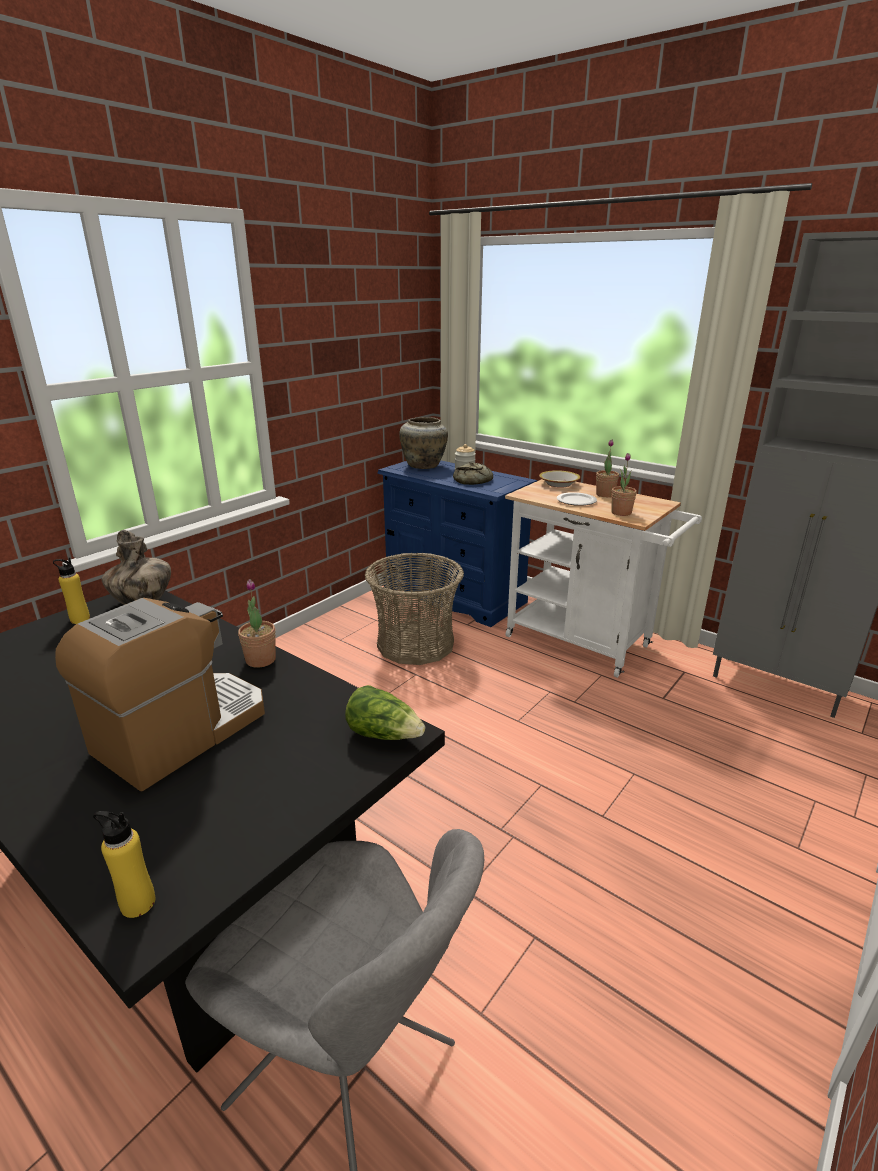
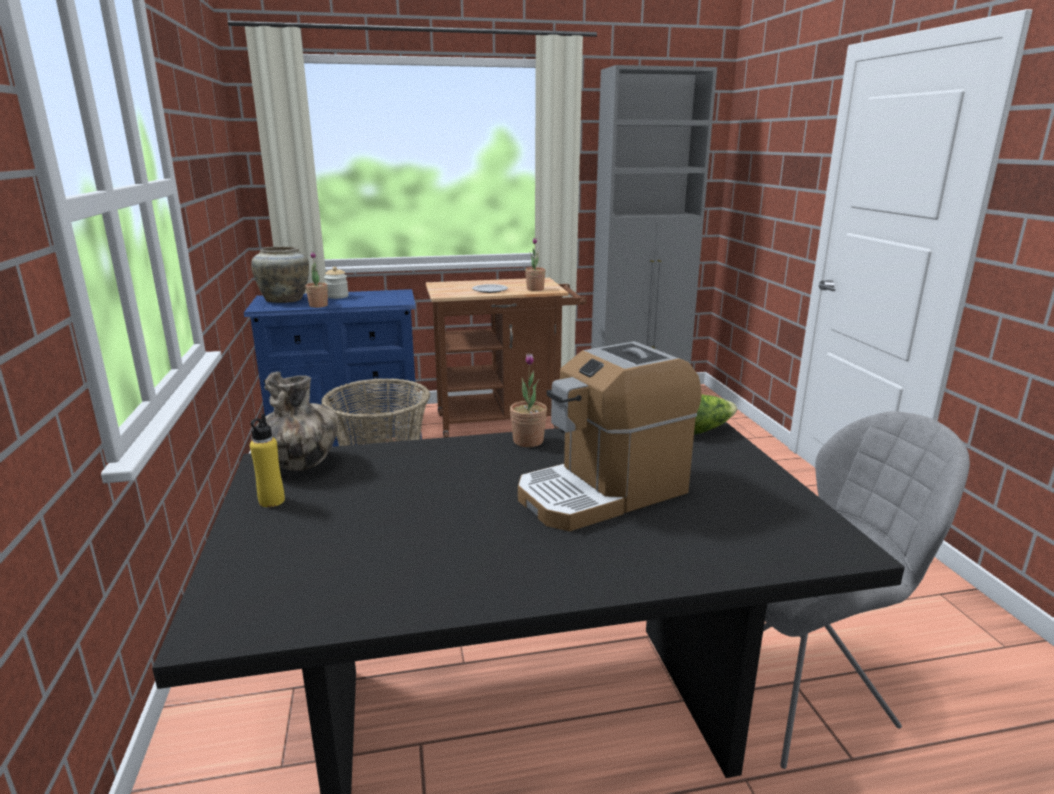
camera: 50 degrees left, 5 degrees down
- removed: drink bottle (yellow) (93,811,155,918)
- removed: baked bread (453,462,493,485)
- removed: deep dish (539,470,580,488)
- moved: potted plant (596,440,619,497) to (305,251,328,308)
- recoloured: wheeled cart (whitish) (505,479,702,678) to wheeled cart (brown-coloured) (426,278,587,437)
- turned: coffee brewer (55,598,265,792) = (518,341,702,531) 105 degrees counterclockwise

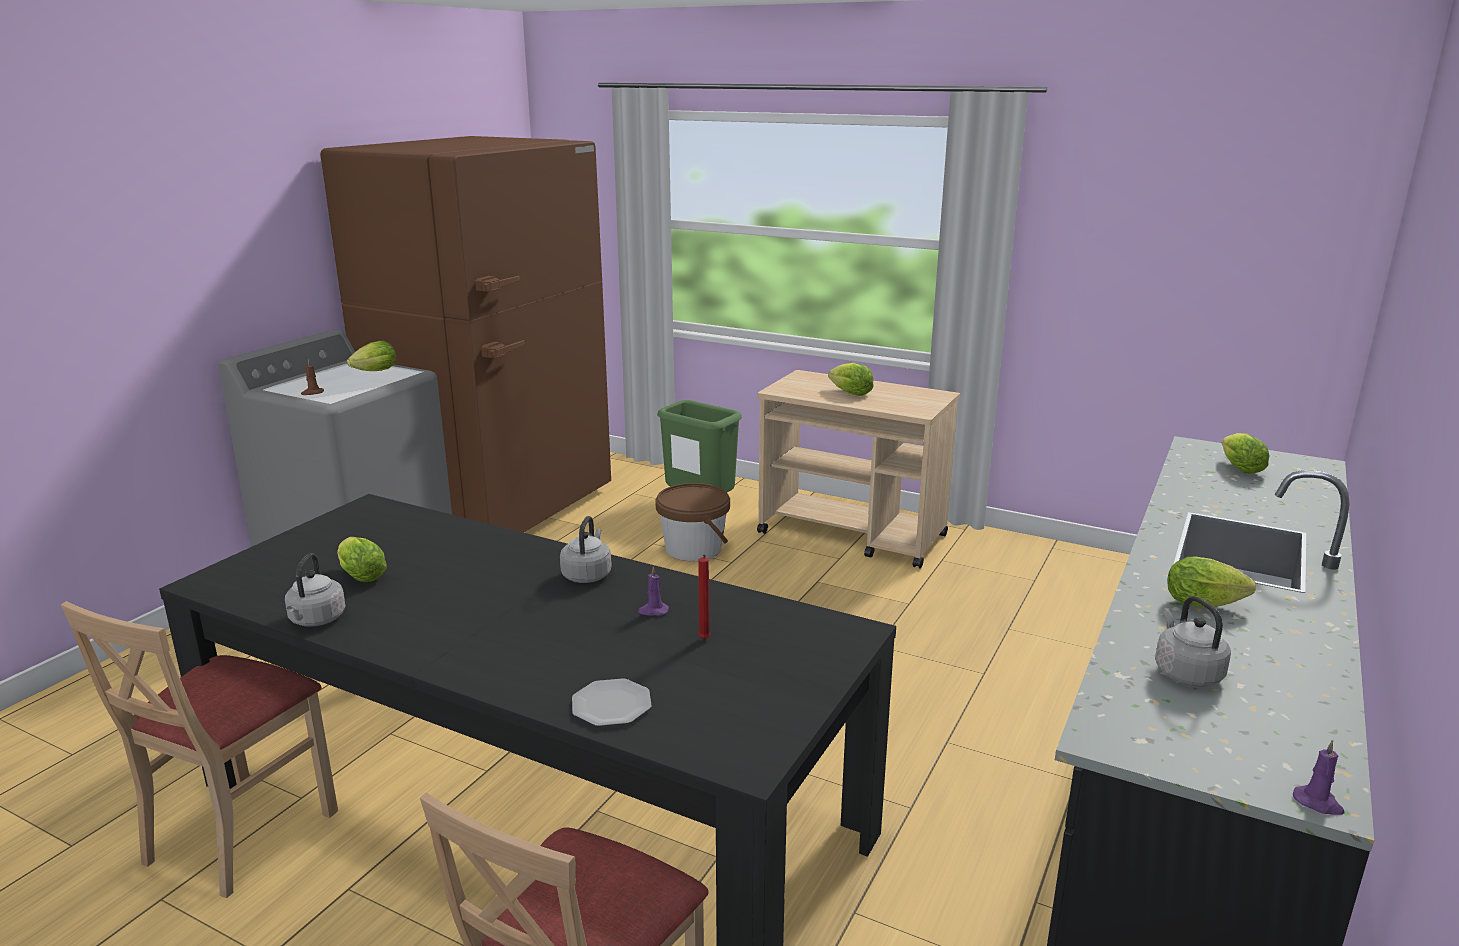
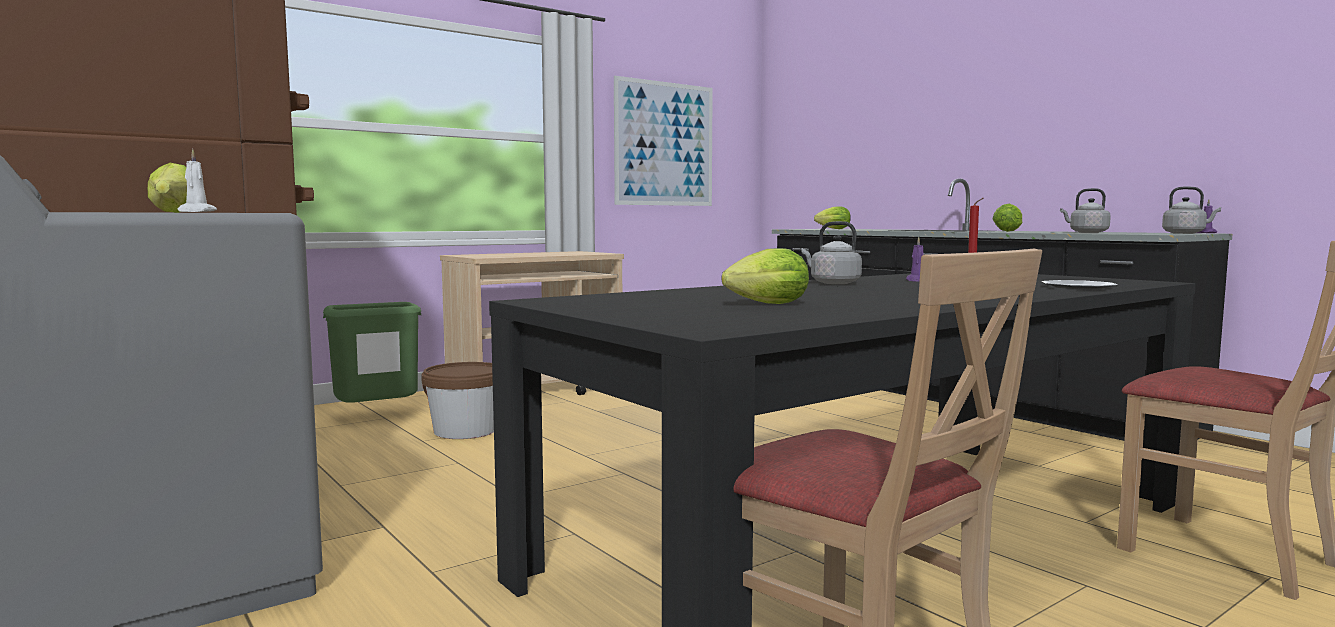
camera: 65 degrees left, 15 degrees down
- removed: lettuce (828,363,873,396)
- added: wall art (614,76,713,206)
- moved: water kettle (gray) (285,553,346,627) to (1162,187,1221,234)
- recoloured: wax candle (brown-coloured) (301,359,324,395) to wax candle (whitish) (177,149,217,212)

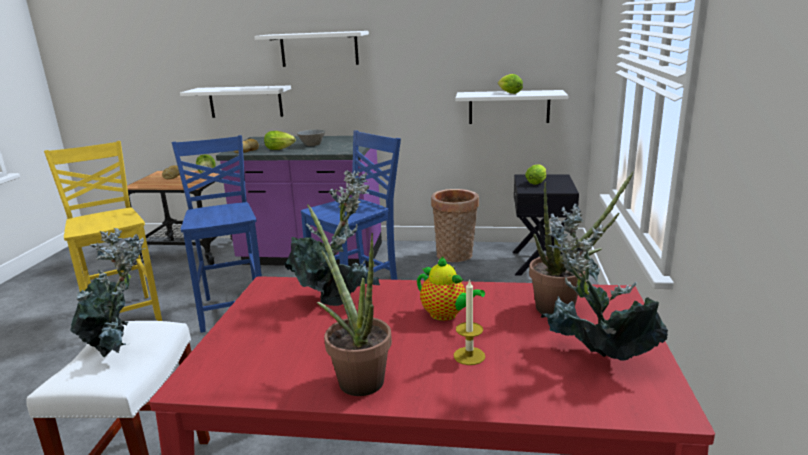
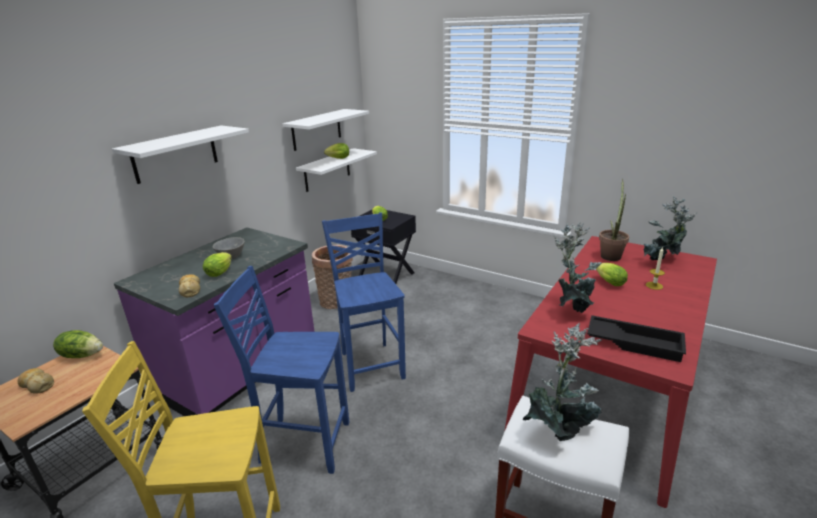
camera: 65 degrees left, 5 degrees up
- removed: potted plant (307,204,392,396)
- added: serving tray (black) (587,315,686,362)
- moved: wall shelf (whitish) (180,86,291,118) to (282,109,369,151)
- replaced: pot for tea (417,256,485,321) to lettuce (596,263,628,286)

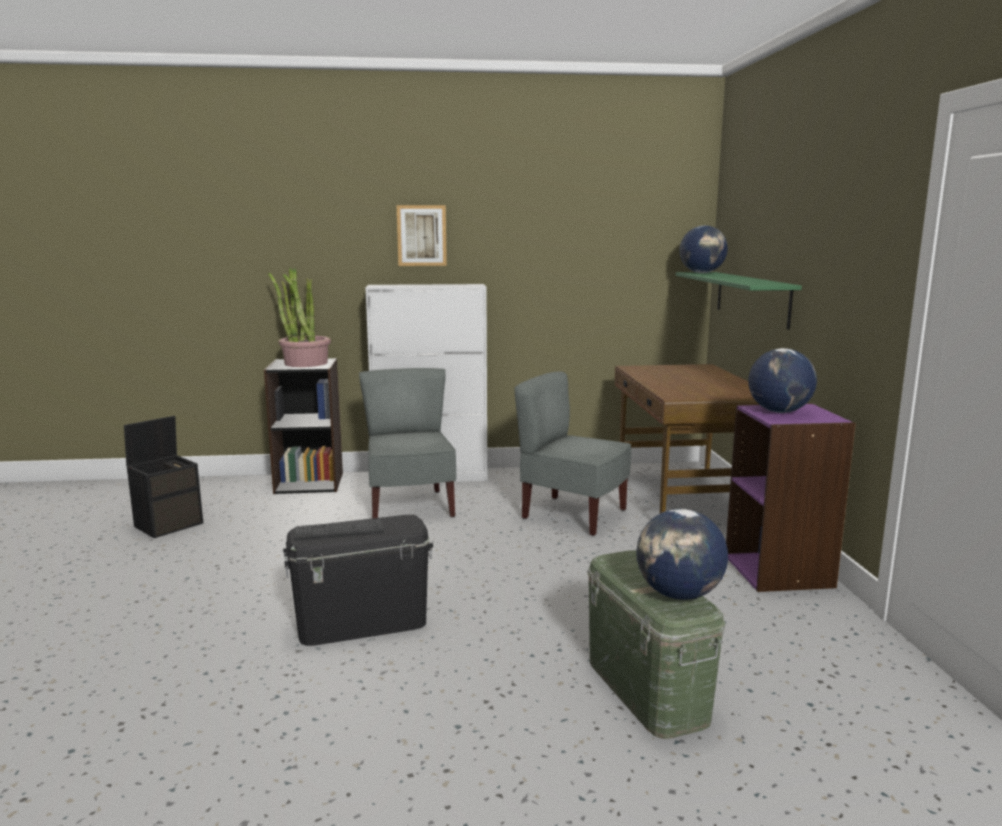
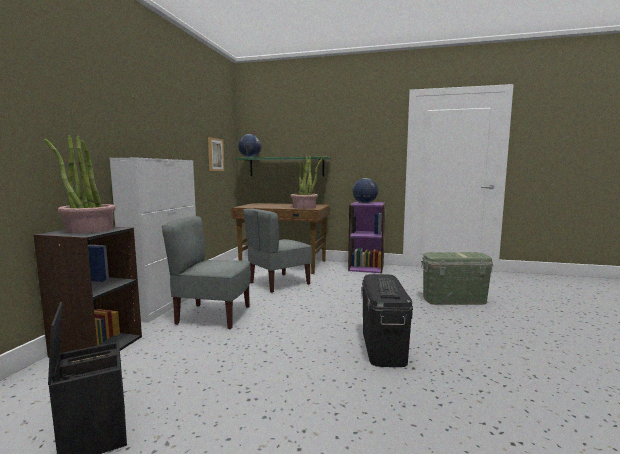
camera: 70 degrees left, 5 degrees down
- removed: globe (636,509,728,600)
- added: potted plant (290,156,322,209)
- moved: wall art (397,205,447,266) to (208,137,224,171)

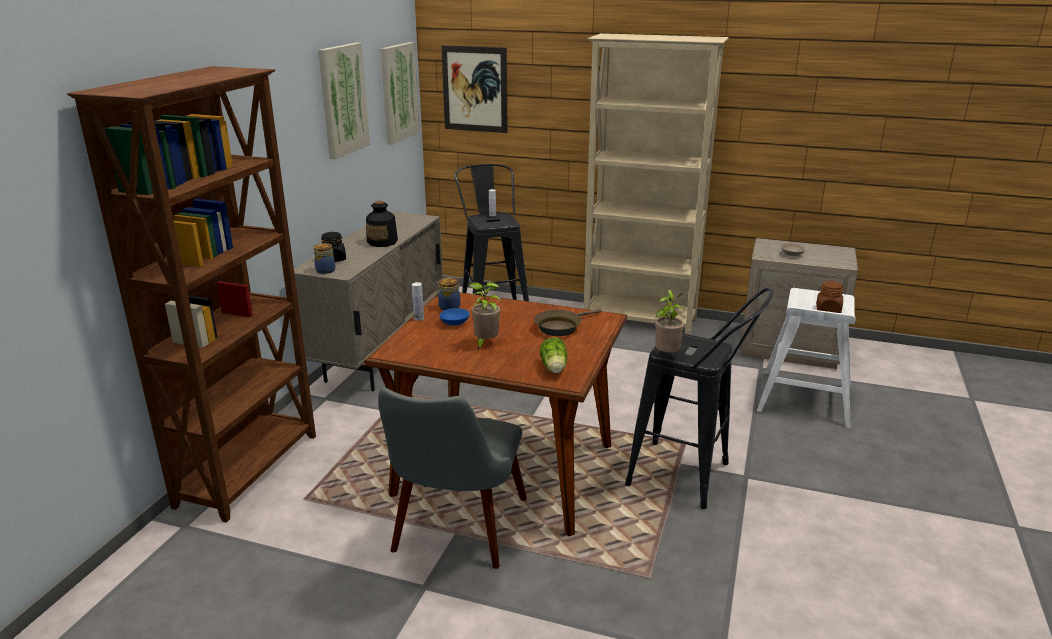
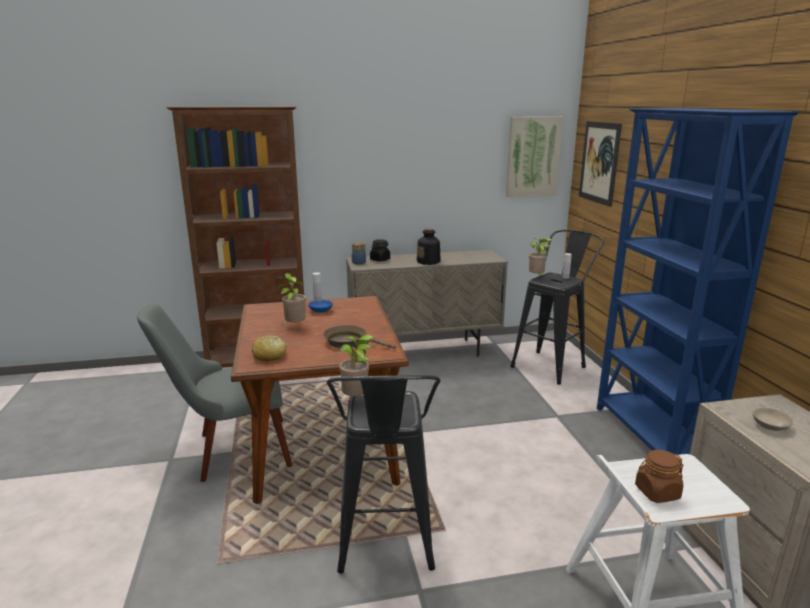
camera: 60 degrees right, 5 degrees down
- removed: wall art (318,43,370,159)
- removed: storage jar (436,277,460,310)
- added: potted plant (529,238,552,275)
- replaced: lettuce (540,337,567,374) to baked bread (252,335,287,361)
- recoloured: shelving unit (beige-coloured) (584,33,729,335) to shelving unit (bluish) (597,108,799,455)

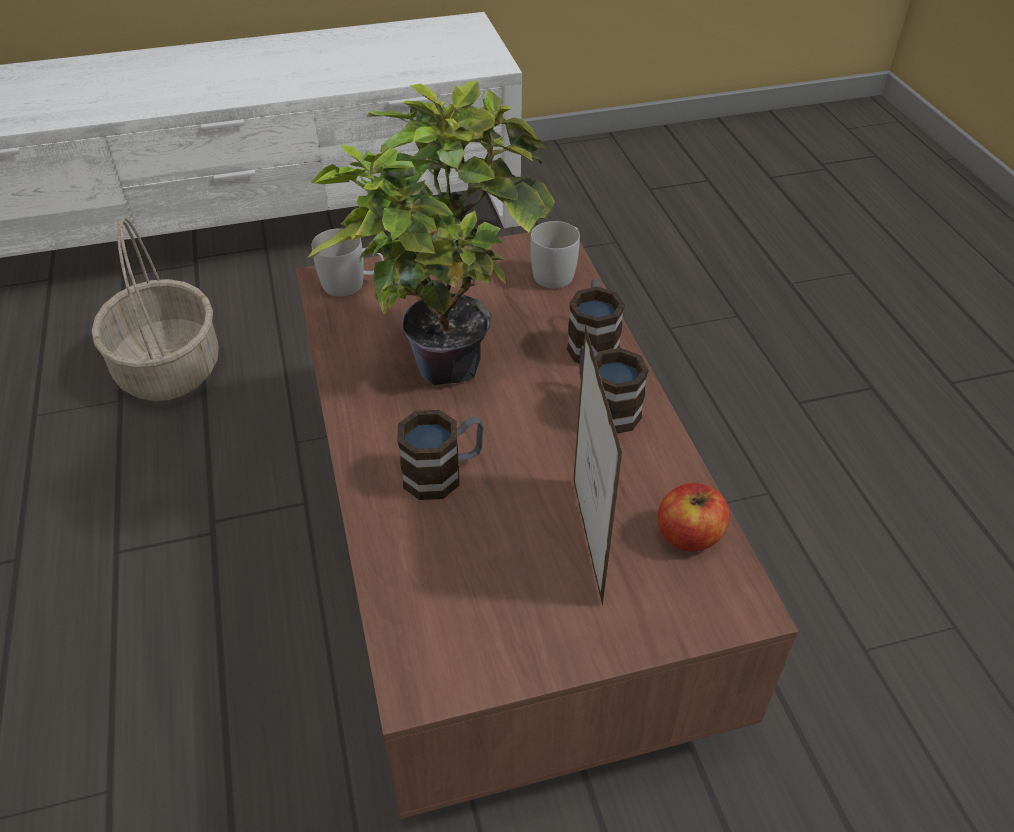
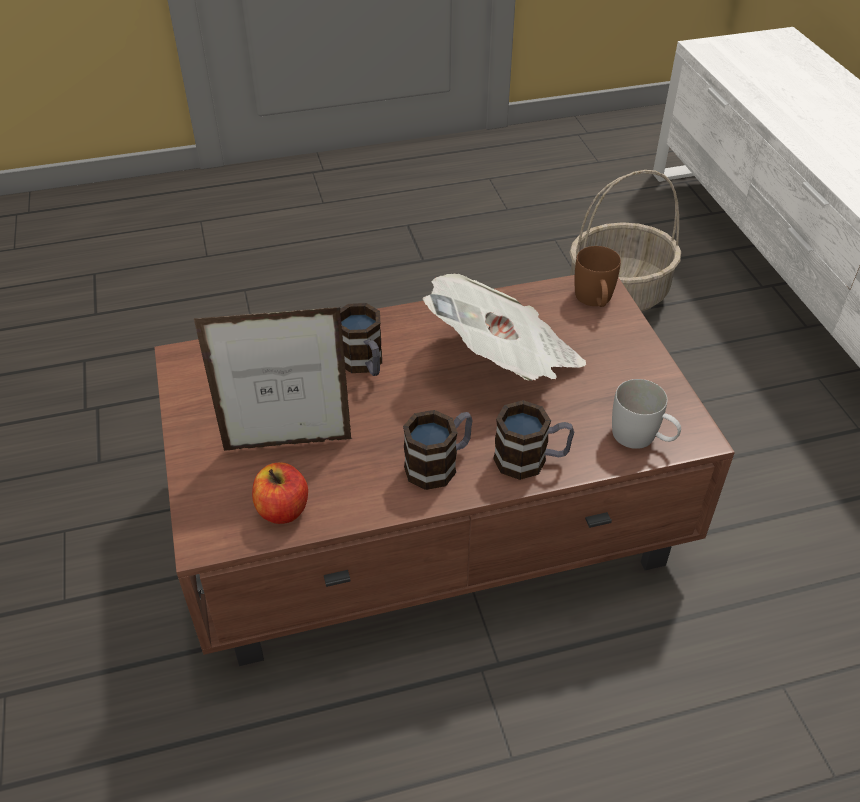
camera: 90 degrees right, 0 degrees up
- replaced: potted plant (308,80,555,385) to daily paper (422,274,586,381)
- recoloured: coffee mug (whitish) (312,229,384,297) to coffee mug (brown-coloured) (574,246,621,307)

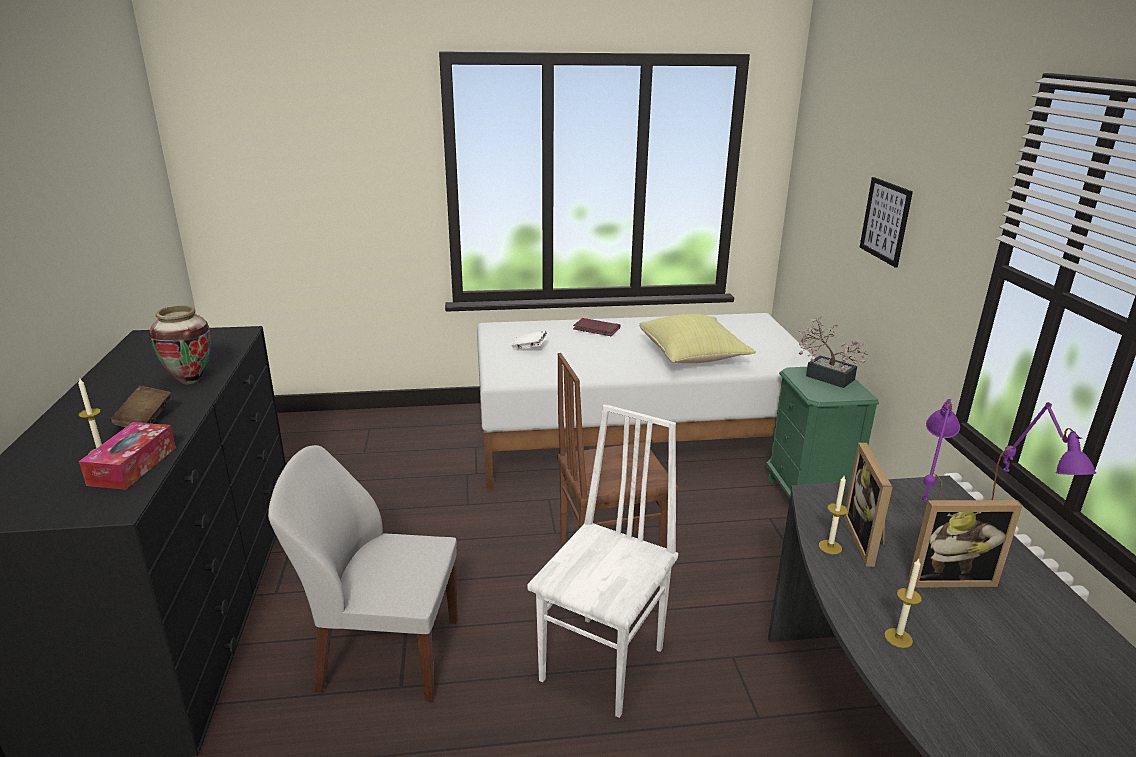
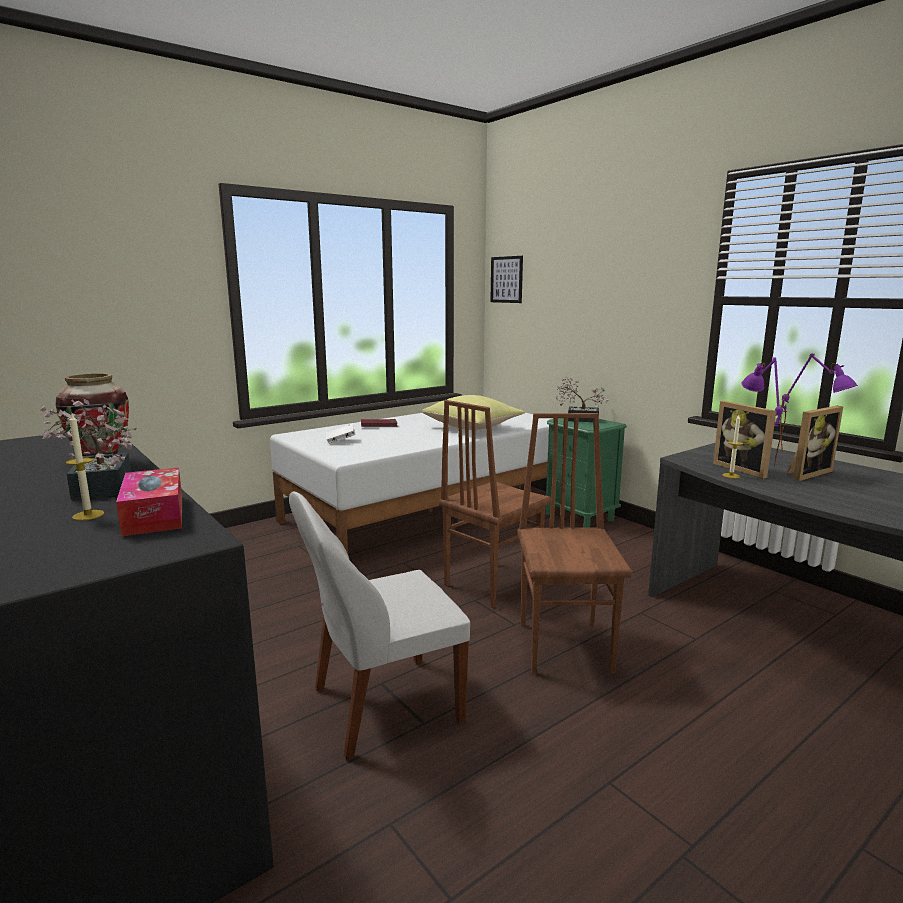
camera: 30 degrees left, 10 degrees down
- removed: wax candle (884,559,922,648)
- moved: wall art (860,177,913,267) to (490,256,523,303)
- replaced: book (brown-coloured) (110,386,172,428) to potted plant (40,399,138,499)
- recoloured: chair (whitish) (527,404,678,718) to chair (brown-coloured) (517,413,632,675)

